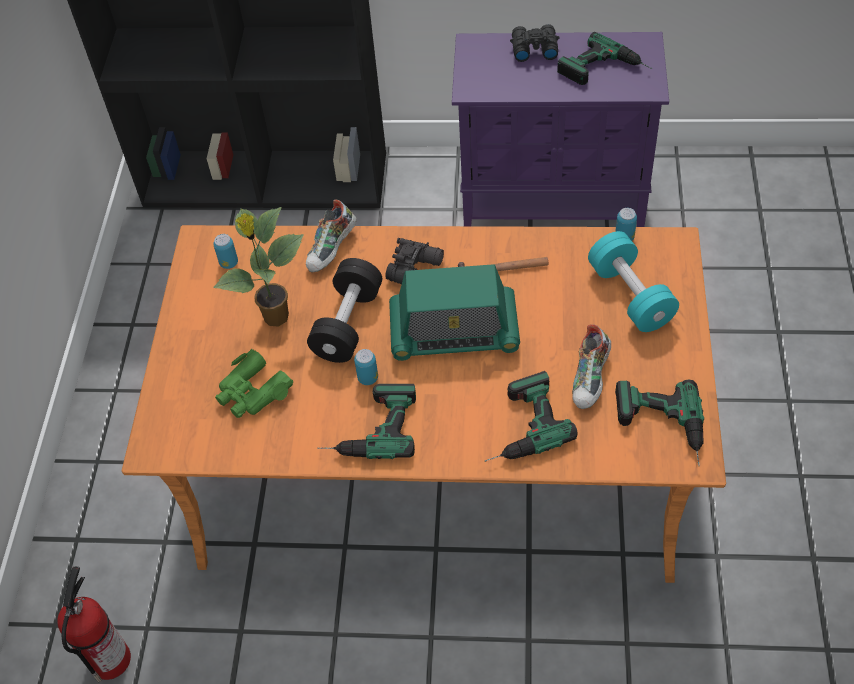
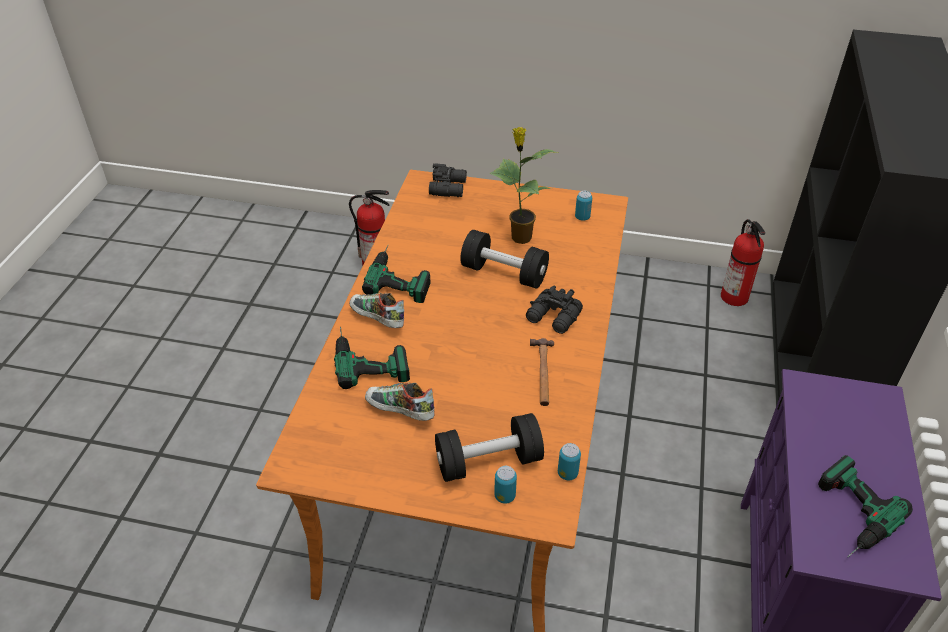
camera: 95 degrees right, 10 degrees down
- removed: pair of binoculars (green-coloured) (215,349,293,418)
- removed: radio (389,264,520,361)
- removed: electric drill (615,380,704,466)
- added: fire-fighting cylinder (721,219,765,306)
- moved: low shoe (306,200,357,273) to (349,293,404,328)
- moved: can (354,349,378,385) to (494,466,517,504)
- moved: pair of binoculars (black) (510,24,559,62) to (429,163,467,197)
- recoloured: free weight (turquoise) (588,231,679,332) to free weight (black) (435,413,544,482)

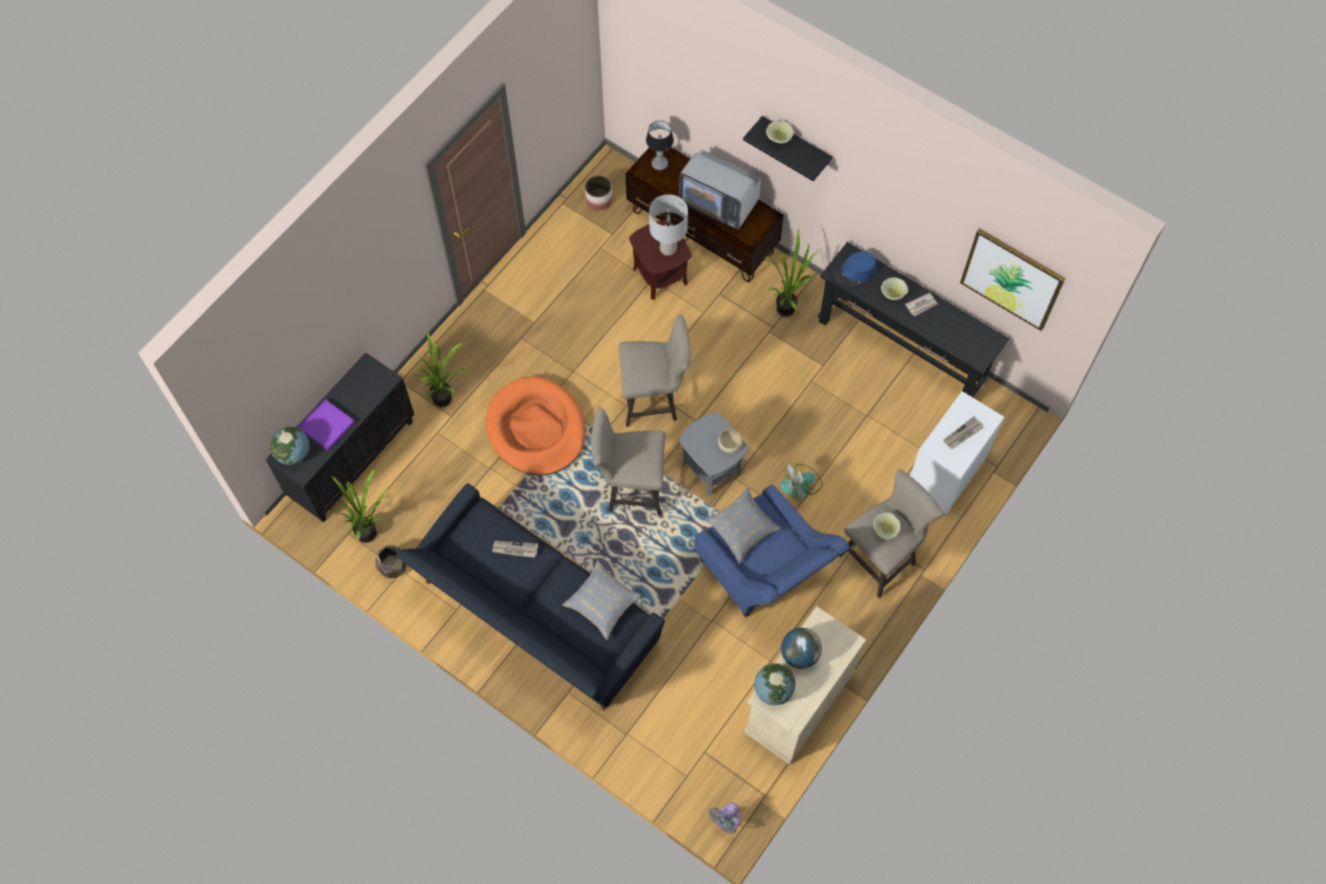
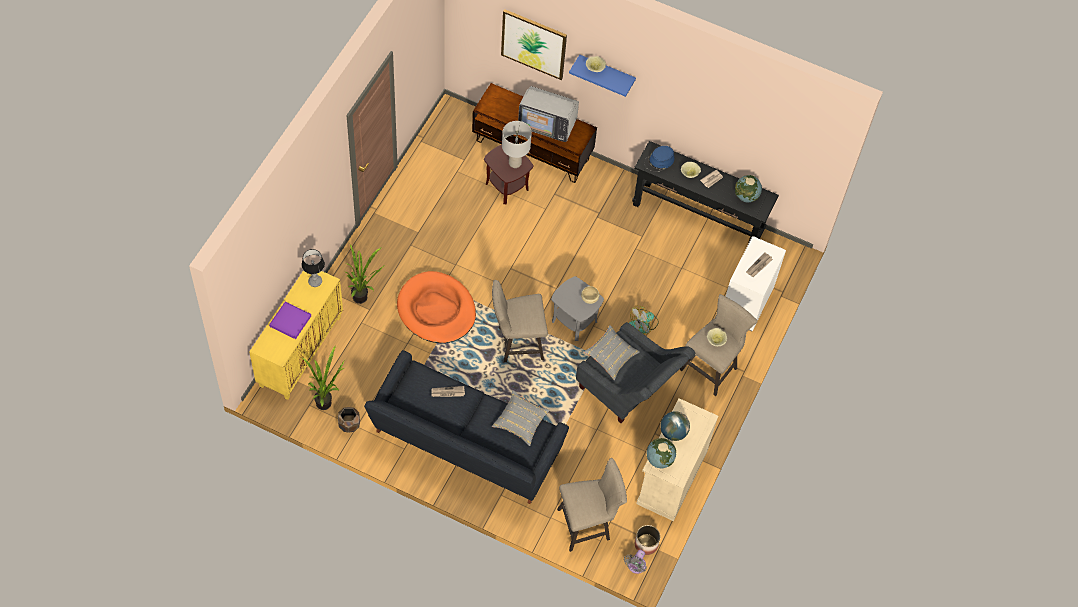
camera: 15 degrees left, 5 degrees down
- removed: potted plant (763,228,818,317)
- moved: globe (270,427,309,465) to (735,175,762,202)
- moved: planter (585,175,613,211) to (635,525,660,555)
- moved: stool seat (beige-coloured) (619,314,691,427) to (557,458,627,552)
- moved: lamp for a table (646,121,674,170) to (302,249,325,287)
- moved: wall art (960,228,1065,331) to (501,9,567,80)
- recoloured: cabinet (black) (266,352,415,522) to cabinet (yellow) (249,270,343,400)
- recoloured: armchair (bluish) (695,485,850,617) to armchair (gray) (576,322,696,423)
- recoloured: wall shelf (black) (743,116,832,181) to wall shelf (bluish) (569,55,636,97)

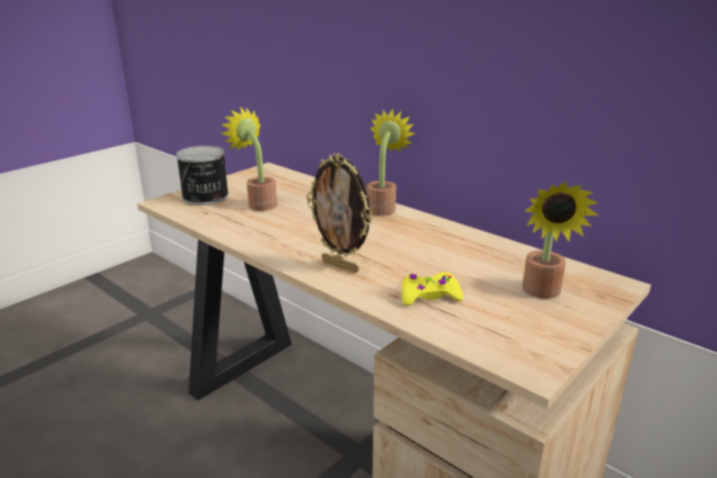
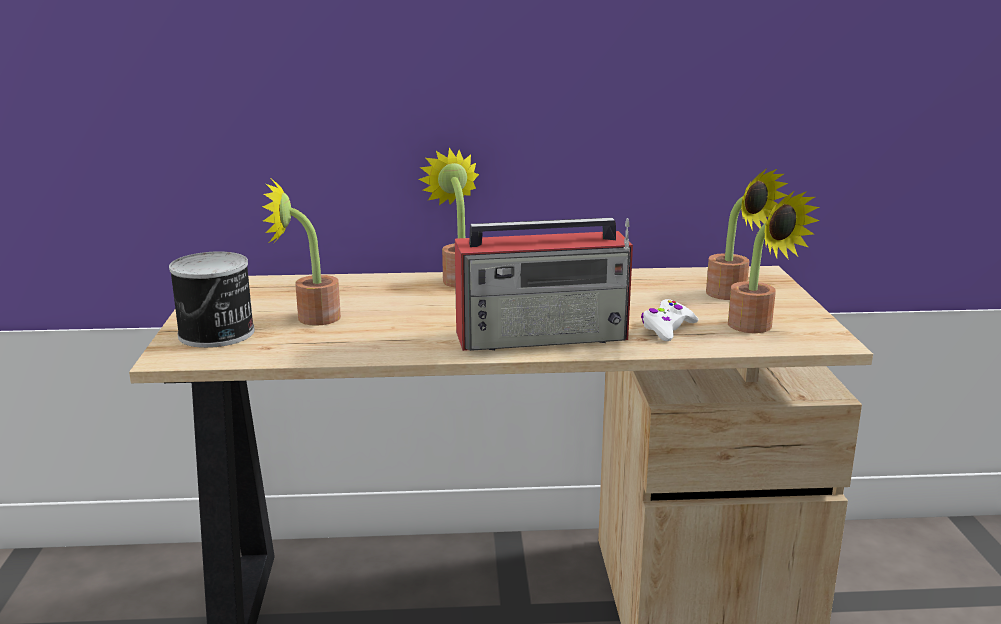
camera: 45 degrees left, 5 degrees down
- added: potted plant (728,191,820,333)
- replaced: picture frame (307,153,372,273) to radio (455,218,633,351)
- recoloured: game controller (yellow) (401,272,463,306) to game controller (whitish) (641,299,698,341)

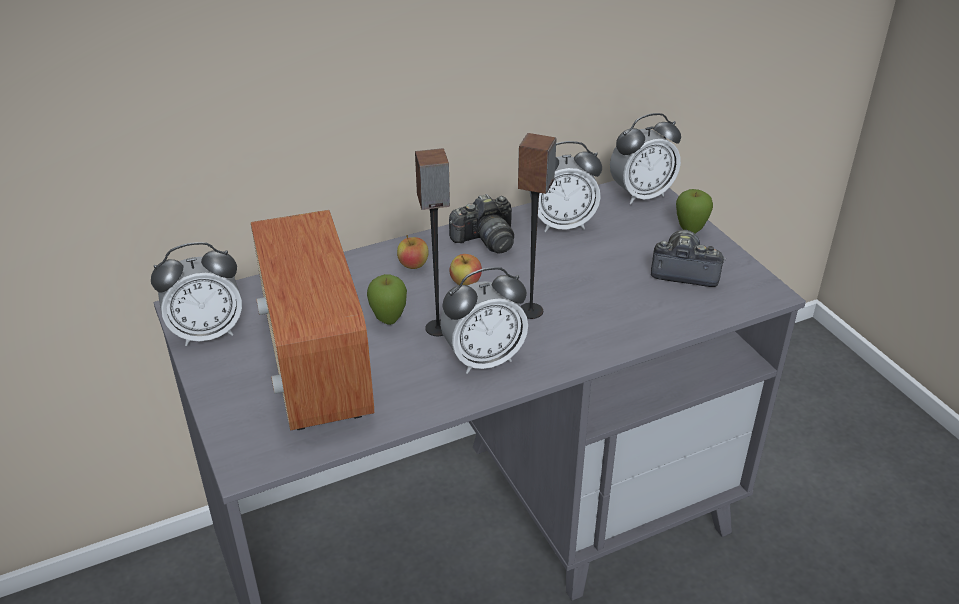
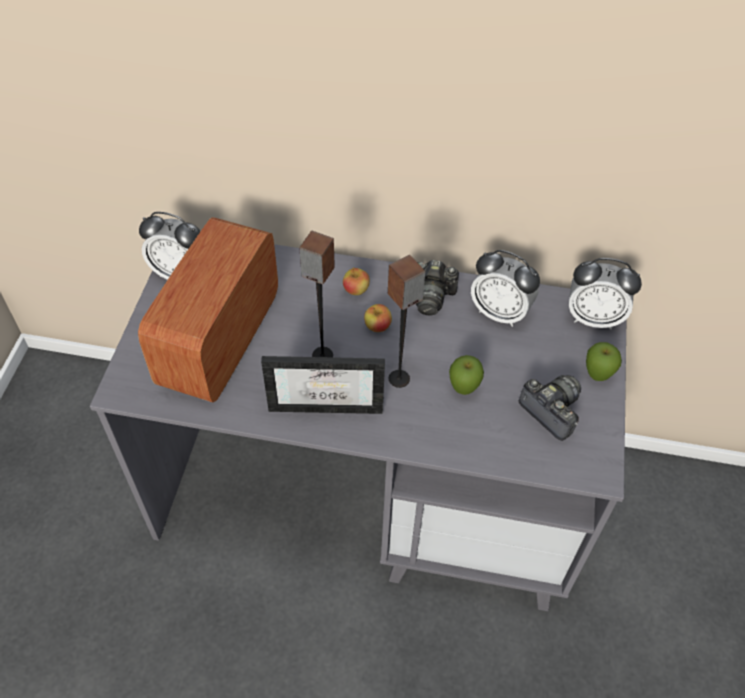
camera: 35 degrees right, 15 degrees up
- moved: apple fruit (367,274,407,325) to (449,355,484,395)
- replaced: alarm clock (440,267,528,374) to picture frame (261,356,385,414)

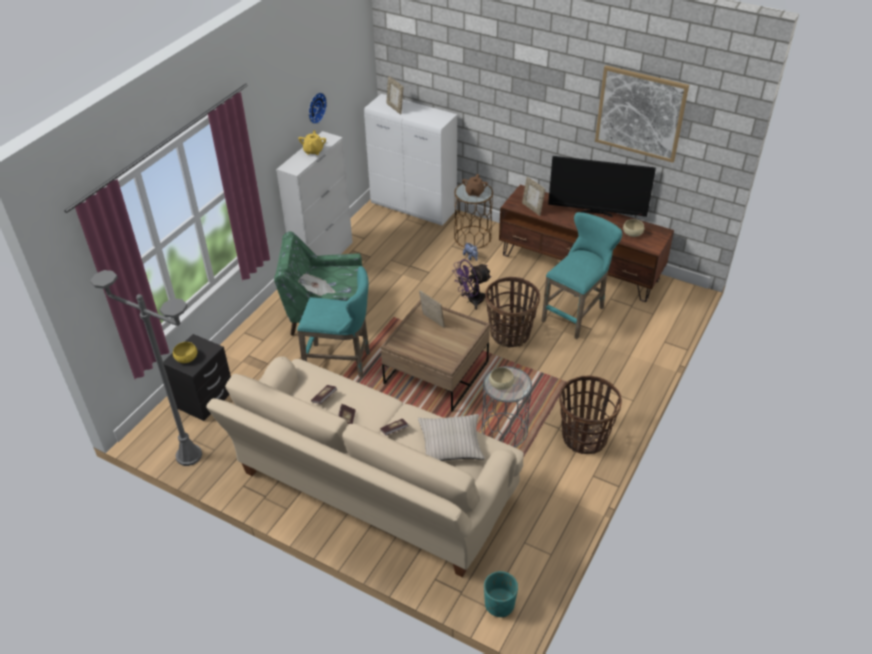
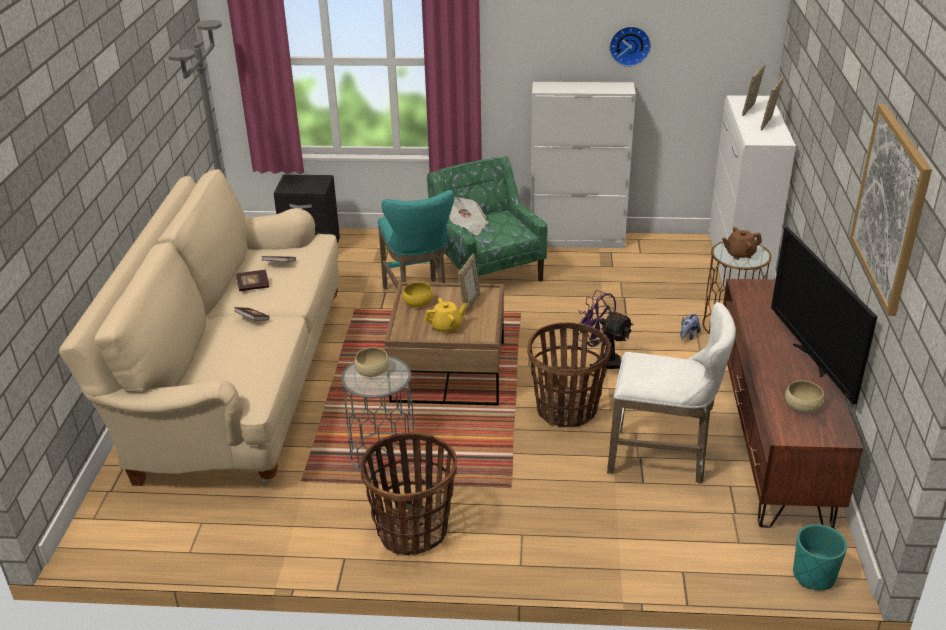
camera: 65 degrees right, 10 degrees down
- removed: pillow (beige-coloured) (418,414,485,461)
- moved: deep dish (yellow) (173,342,197,363) to (403,282,433,307)
- moved: pot for tea (yellow) (298,130,326,155) to (424,298,468,334)
- moved: planter (turquoise) (484,571,518,618) to (793,524,847,590)
- moved: picture frame (522,177,545,216) to (761,77,784,130)
- recoloured: stool seat (turquoise) (542,212,622,339) to stool seat (whitish) (607,302,736,484)

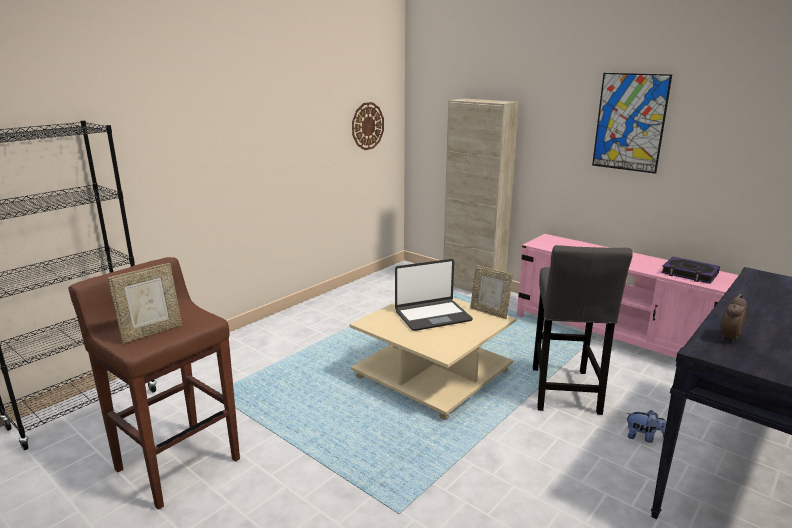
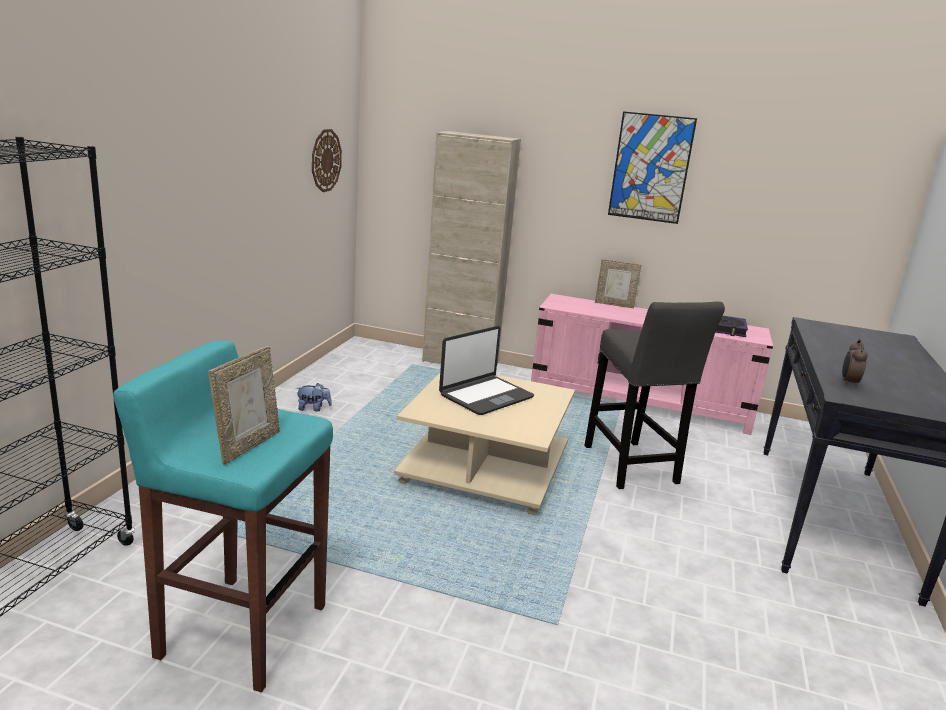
camera: 25 degrees left, 0 degrees up
- moved: picture frame (470,265,513,319) to (595,259,641,308)
- moved: soft toy (626,410,666,443) to (297,383,332,412)
- recoloured: stool seat (brown-coloured) (68,257,240,510) to stool seat (turquoise) (113,340,333,692)

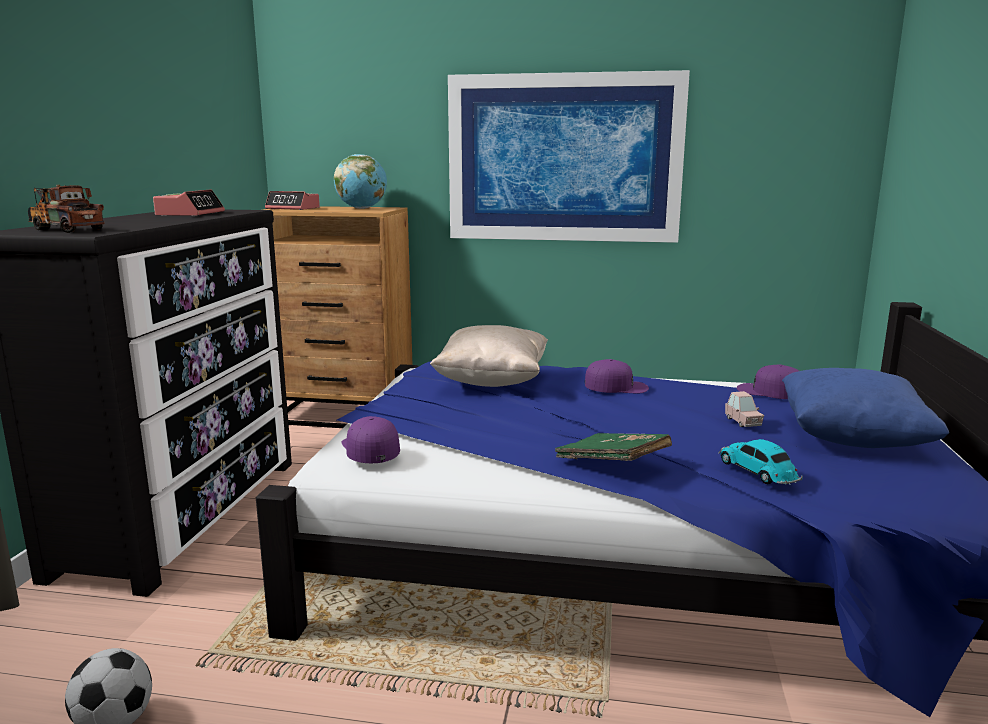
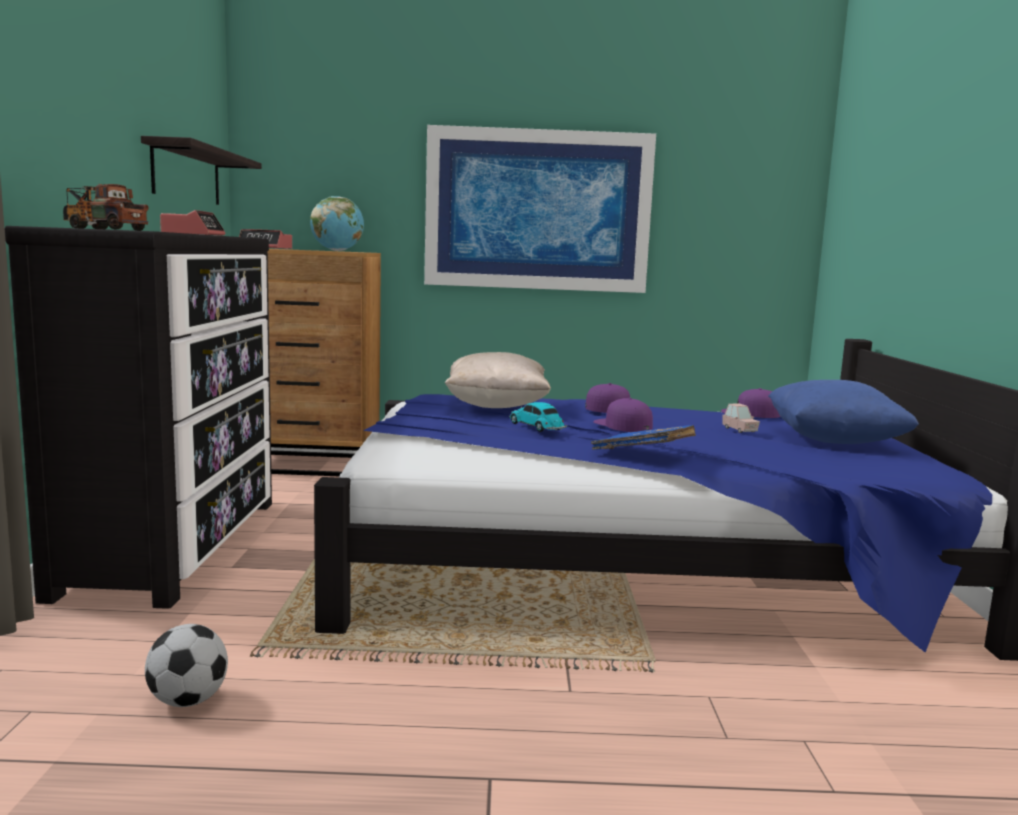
camera: 10 degrees left, 5 degrees down
- added: wall shelf (141,136,262,205)
- moved: baseball cap (purple-coloured) (342,416,400,463) to (593,398,653,432)
- moved: miniature car (718,439,803,485) to (509,402,567,432)
- recoloured: book (green-coloured) (555,433,672,461) to book (bluish) (591,425,696,450)

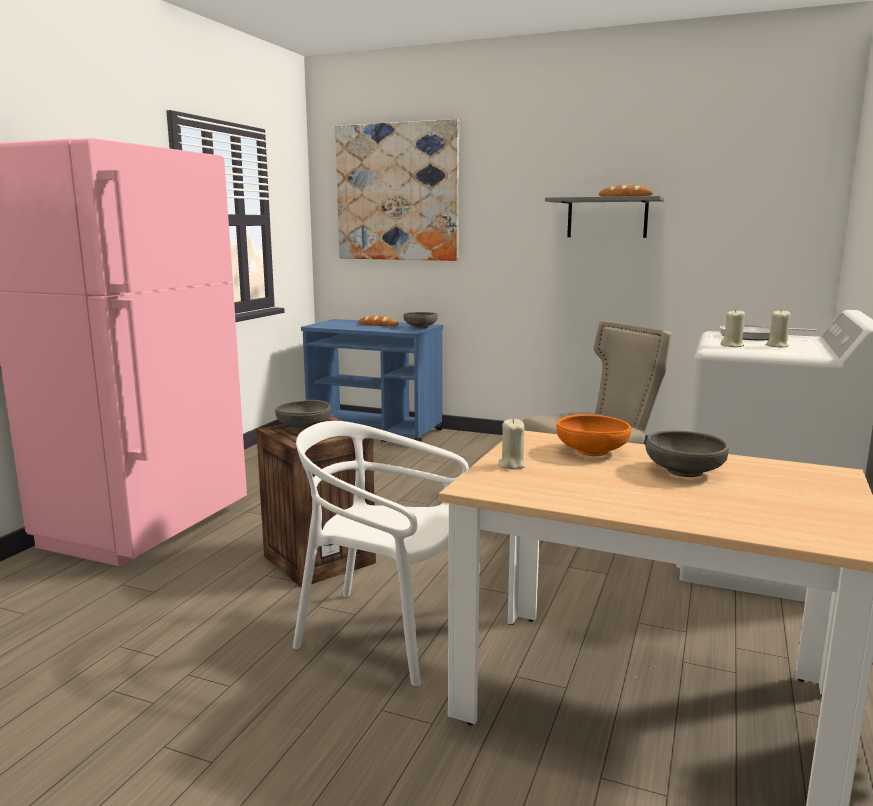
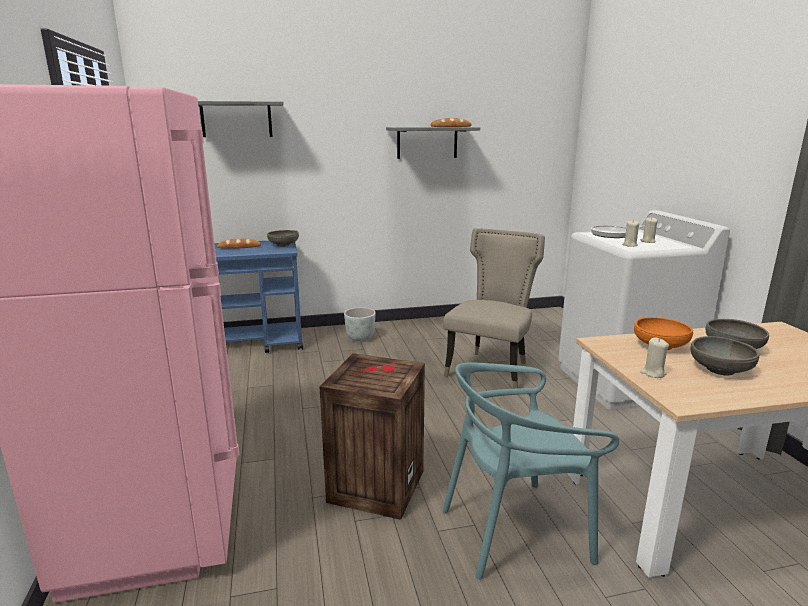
camera: 35 degrees left, 5 degrees up
- added: planter (gray) (344,307,376,342)
- moved: deep dish (gray) (275,400,331,431) to (691,336,760,375)
- replaced: wall art (335,119,459,261) to wall shelf (gray) (198,101,284,137)
- recoloured: chair (whitish) (293,421,469,686) to chair (turquoise) (443,363,619,580)

